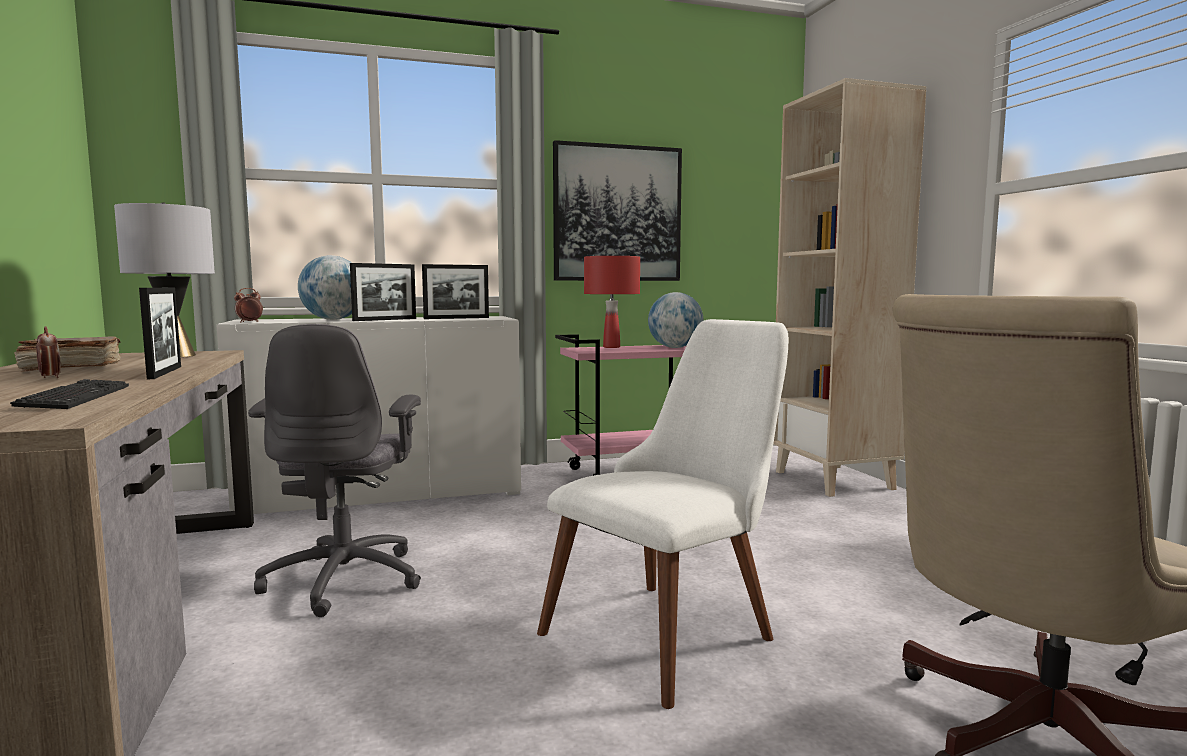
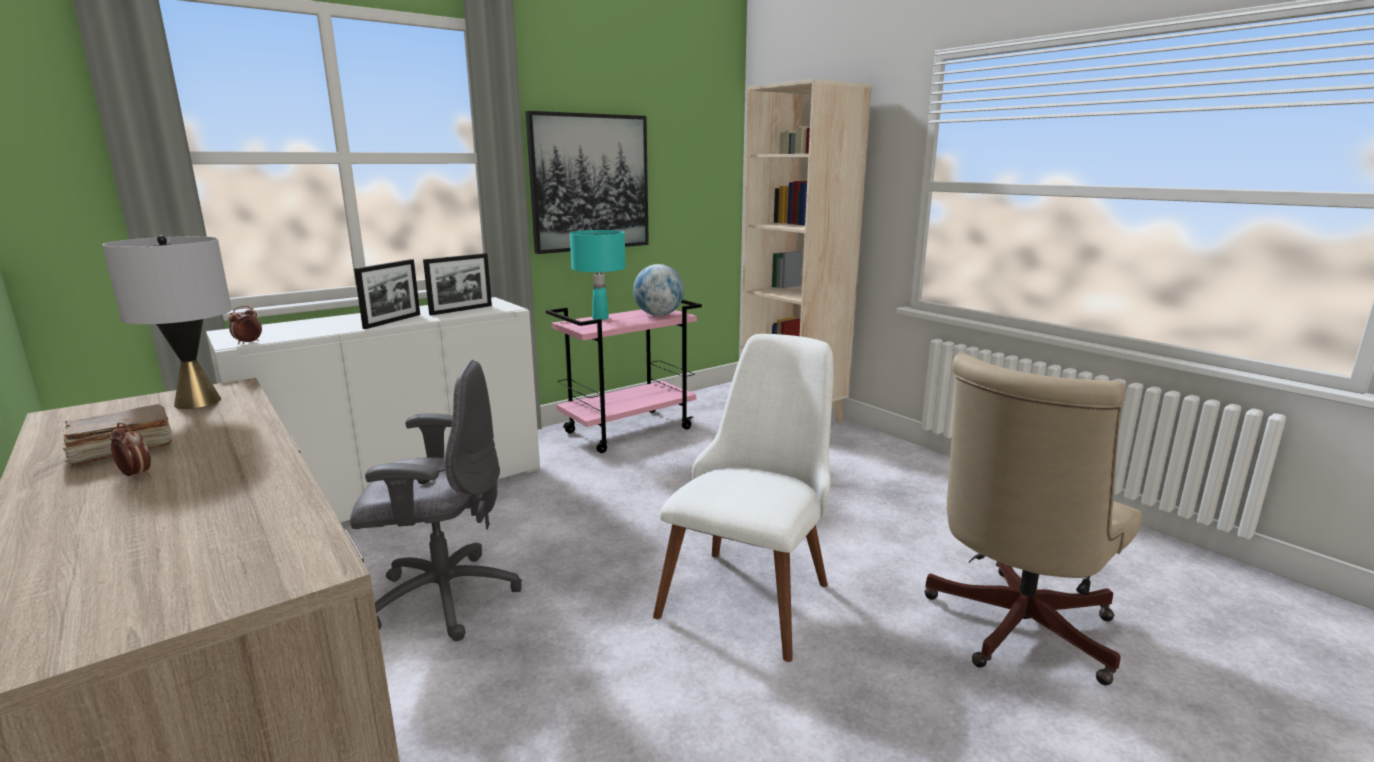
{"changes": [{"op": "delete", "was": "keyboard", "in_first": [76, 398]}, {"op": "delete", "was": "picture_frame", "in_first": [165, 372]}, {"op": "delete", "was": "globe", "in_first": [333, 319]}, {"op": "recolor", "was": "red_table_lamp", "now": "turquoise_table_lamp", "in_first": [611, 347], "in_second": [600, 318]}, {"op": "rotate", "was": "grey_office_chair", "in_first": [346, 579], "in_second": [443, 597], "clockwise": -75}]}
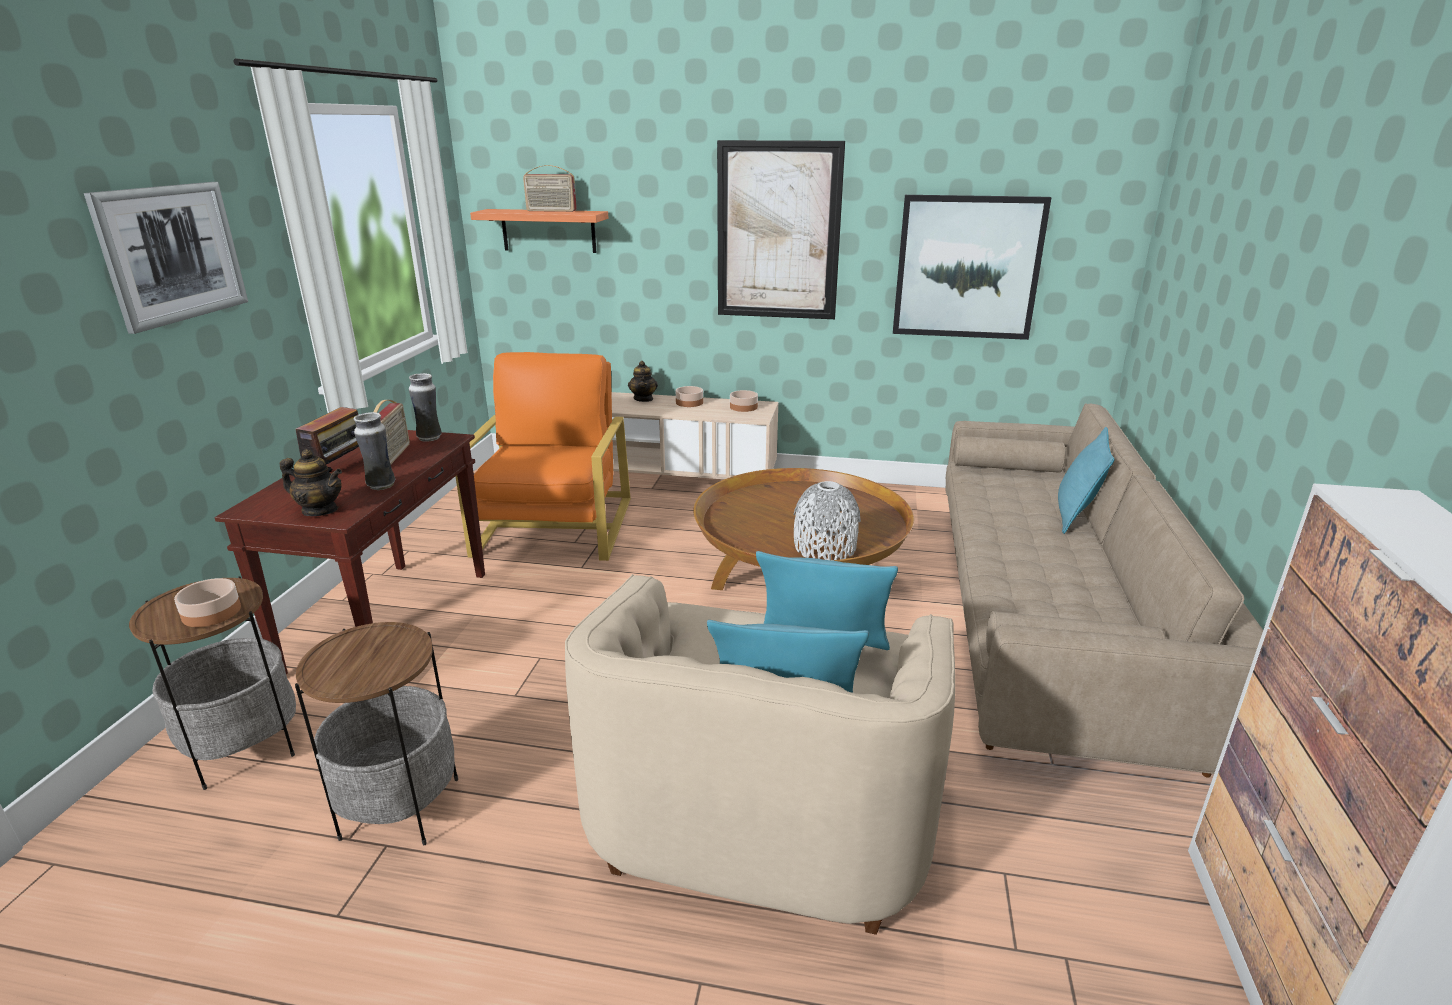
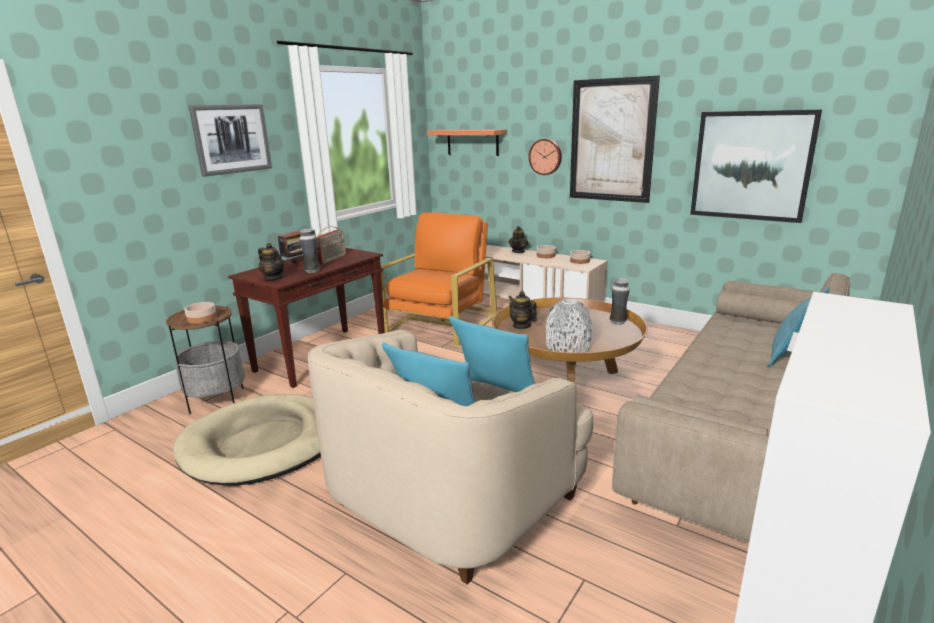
{"changes": [{"op": "delete", "was": "radio", "in_first": [551, 211]}, {"op": "insert", "now": "teapot", "in_second": [521, 326]}, {"op": "insert", "now": "wall_clock", "in_second": [545, 156]}, {"op": "move", "was": "vase", "in_first": [430, 438], "in_second": [618, 322]}, {"op": "replace", "was": "side_table", "now": "beige_dog_bed", "in_first": [400, 808], "in_second": [263, 444]}]}
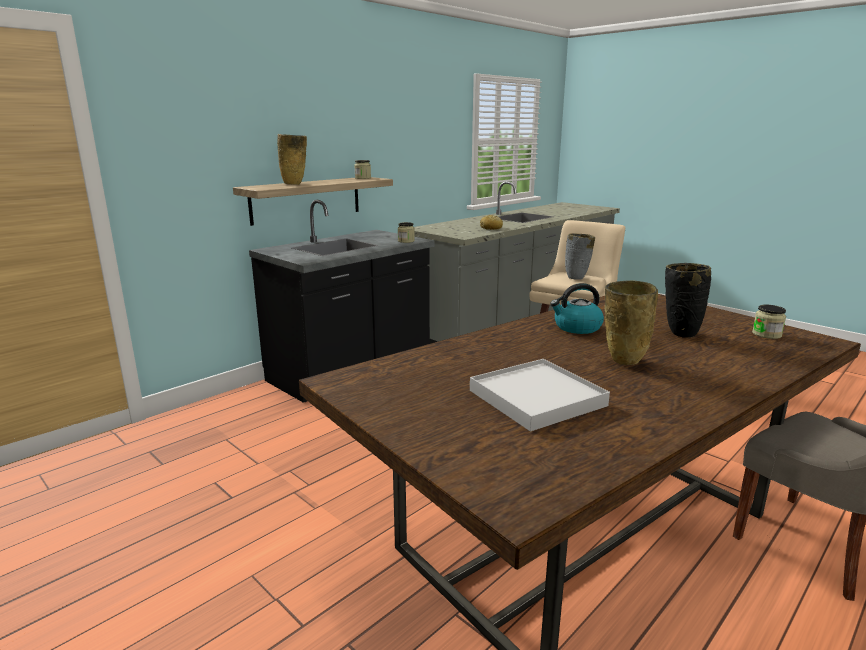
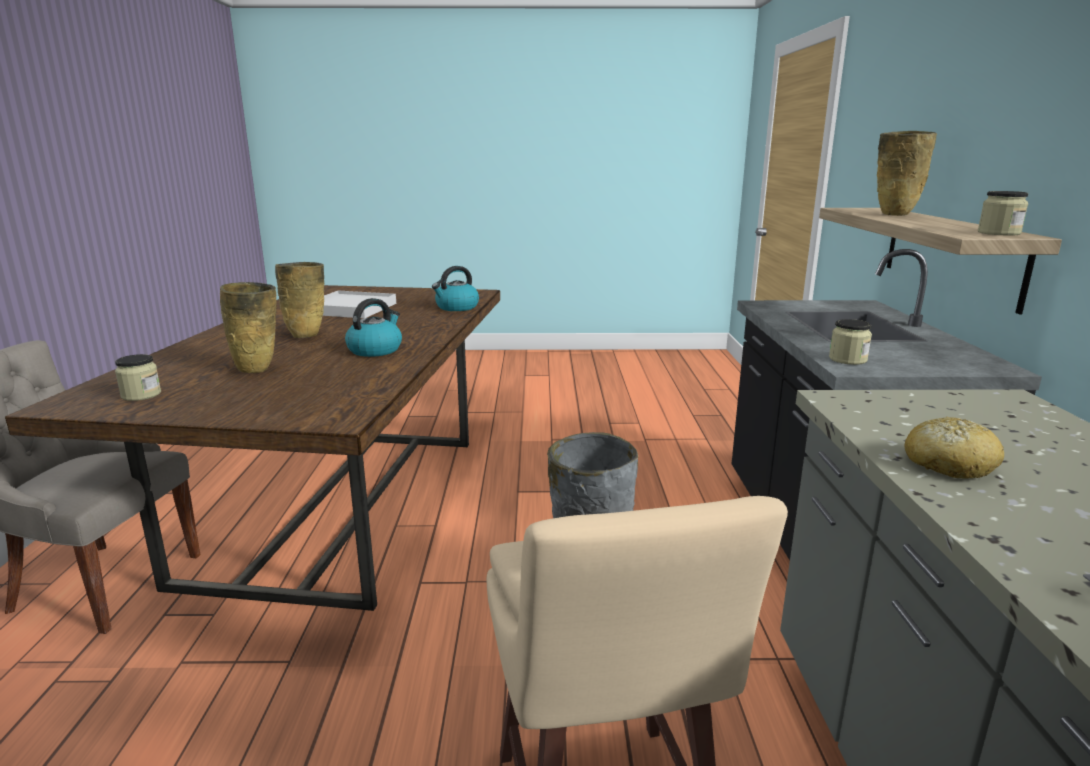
{"changes": [{"op": "insert", "now": "kettle", "in_second": [456, 307]}, {"op": "recolor", "was": "black_vase", "now": "beige_vase", "in_first": [680, 333], "in_second": [258, 370]}]}
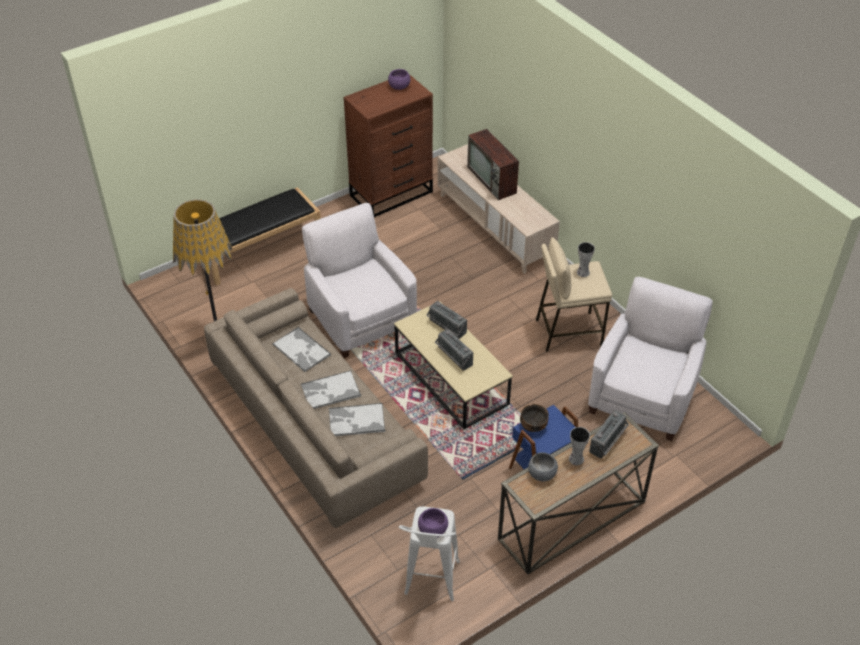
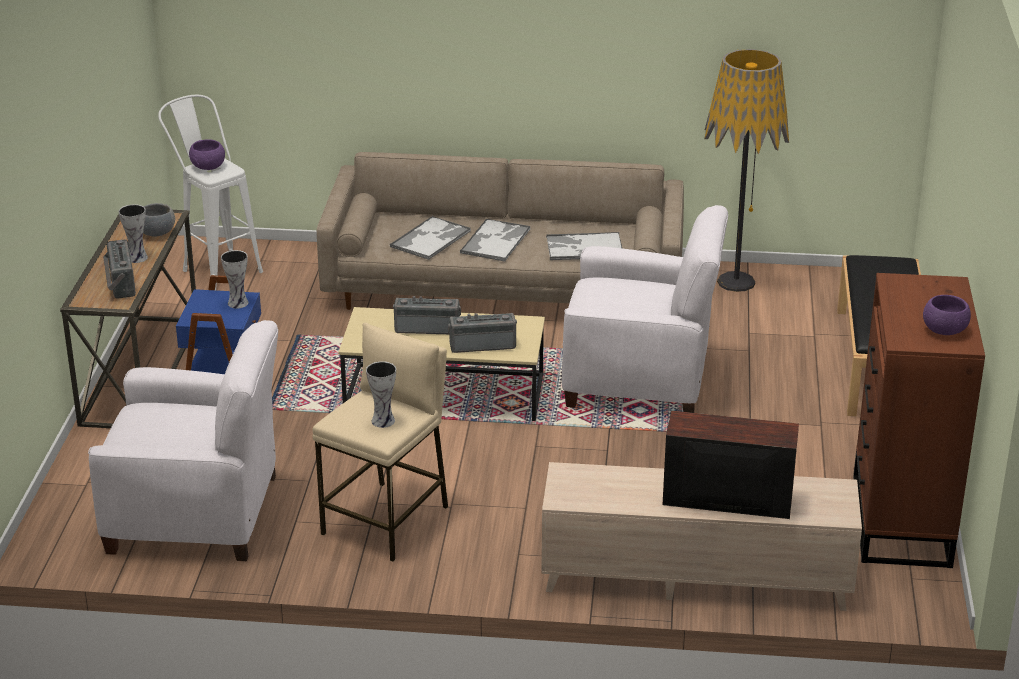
{"changes": [{"op": "replace", "was": "bowl", "now": "vase", "in_first": [533, 426], "in_second": [239, 303]}, {"op": "rotate", "was": "white_armchair", "in_first": [643, 397], "in_second": [196, 514], "clockwise": -60}]}
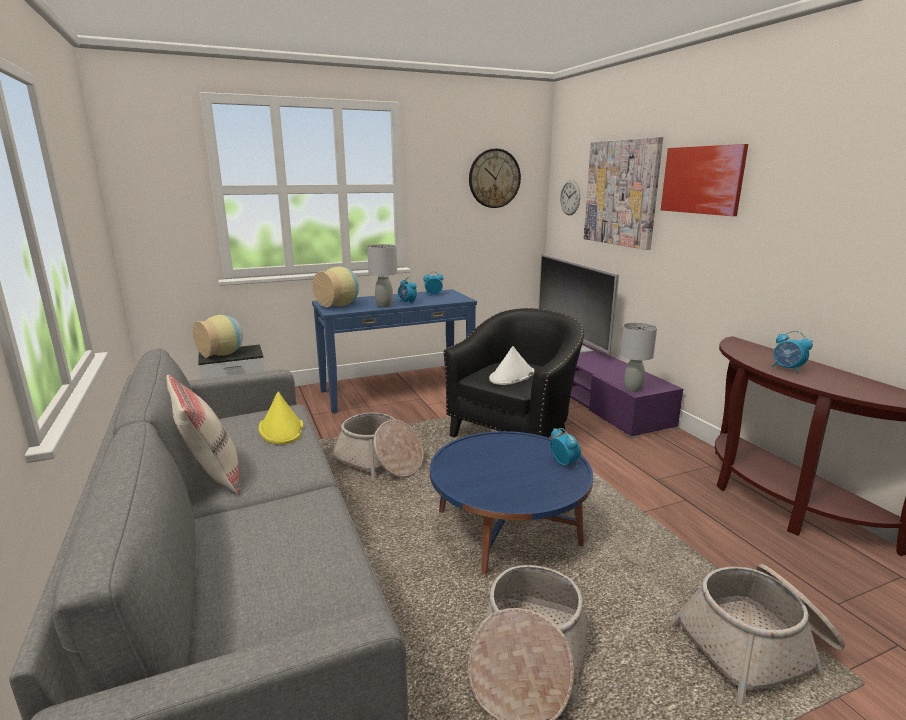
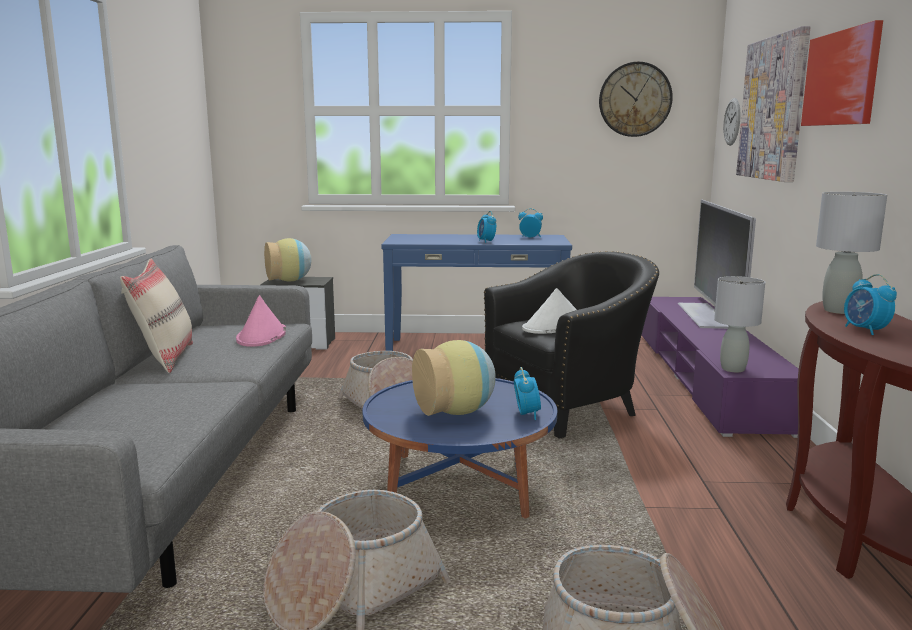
{"changes": [{"op": "move", "was": "vase", "in_first": [340, 305], "in_second": [457, 412]}, {"op": "move", "was": "grey_table_lamp", "in_first": [384, 305], "in_second": [839, 311]}, {"op": "recolor", "was": "yellow_hat", "now": "pink_hat", "in_first": [281, 429], "in_second": [261, 336]}]}
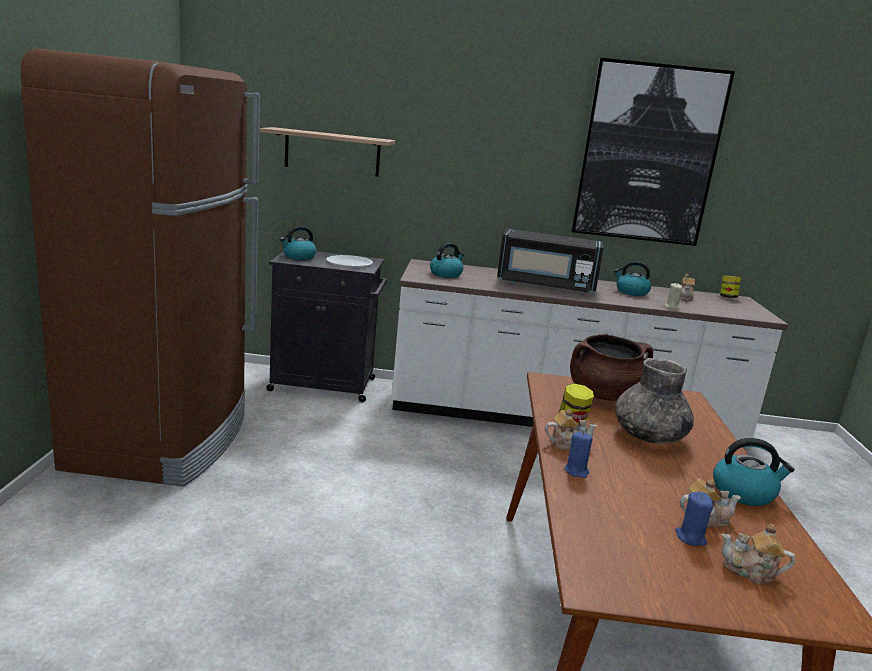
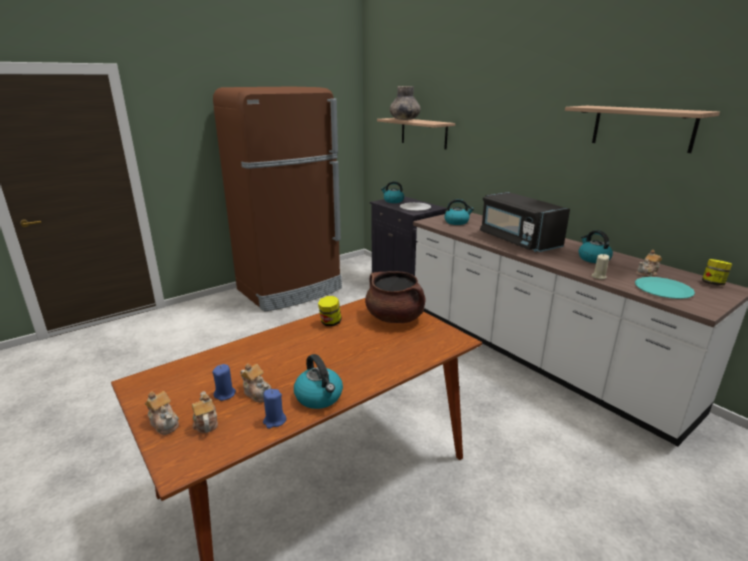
{"changes": [{"op": "insert", "now": "turquoise_plate", "in_second": [663, 289]}, {"op": "move", "was": "teapot", "in_first": [567, 444], "in_second": [164, 423]}, {"op": "move", "was": "blue_candle", "in_first": [576, 471], "in_second": [274, 421]}, {"op": "move", "was": "grey_vase", "in_first": [648, 436], "in_second": [404, 119]}, {"op": "replace", "was": "picture", "now": "shelf", "in_first": [648, 154], "in_second": [642, 128]}]}
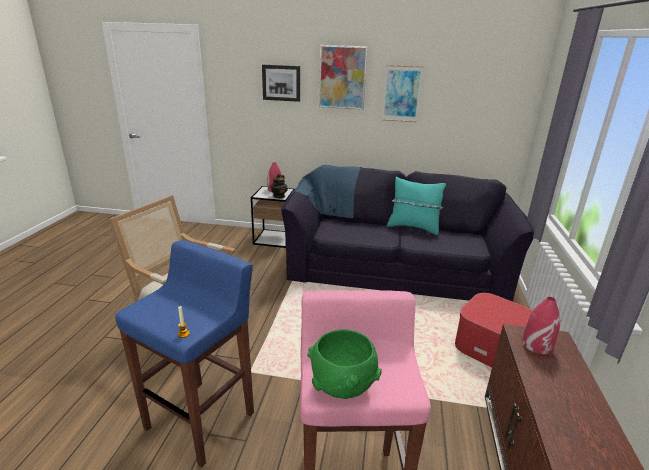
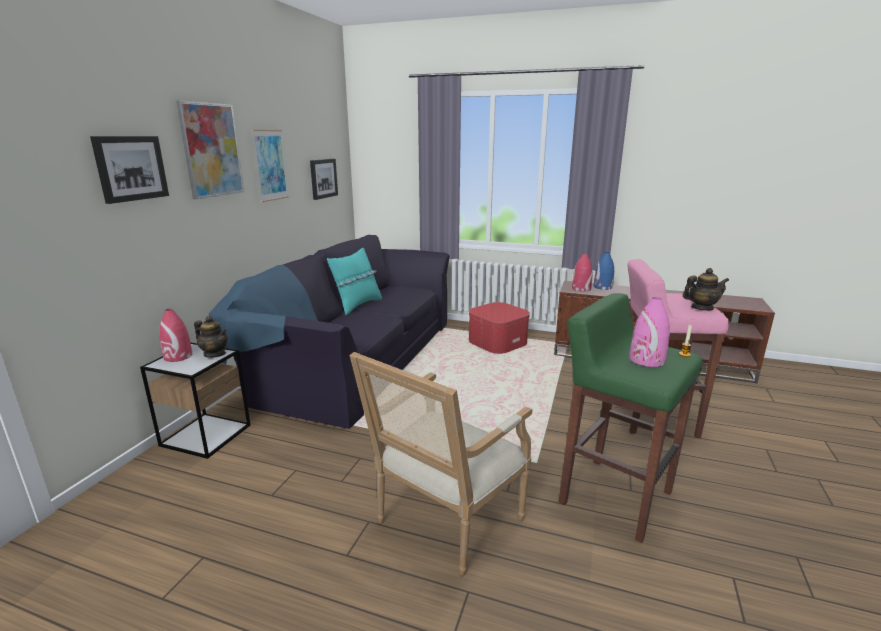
{"changes": [{"op": "insert", "now": "picture", "in_second": [323, 178]}, {"op": "insert", "now": "blue_vase", "in_second": [602, 287]}, {"op": "insert", "now": "pink_vase", "in_second": [647, 360]}, {"op": "replace", "was": "green_bowl", "now": "teapot", "in_first": [343, 386], "in_second": [701, 308]}, {"op": "recolor", "was": "blue_stool", "now": "green_stool", "in_first": [201, 420], "in_second": [613, 496]}]}
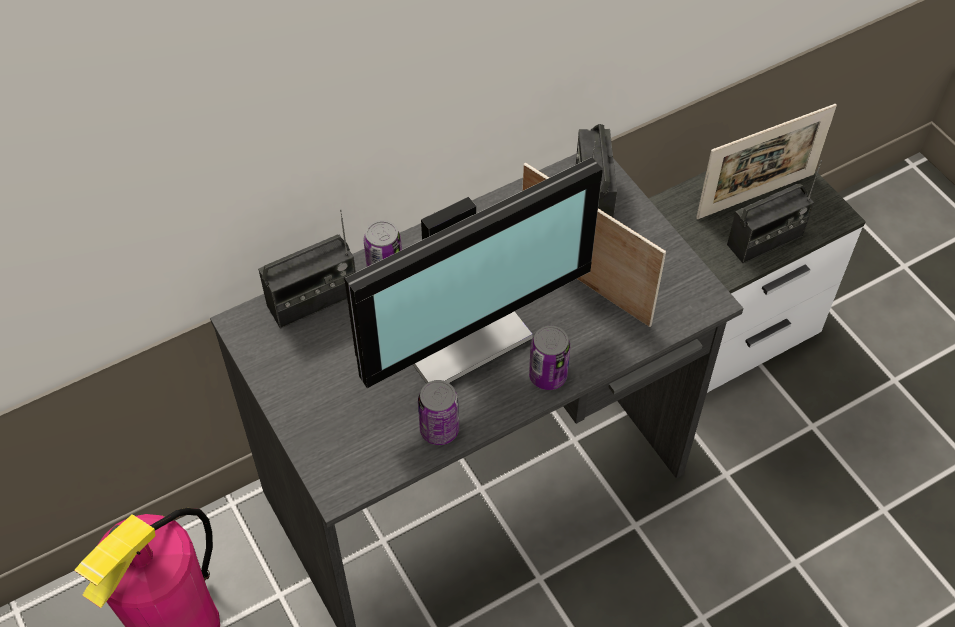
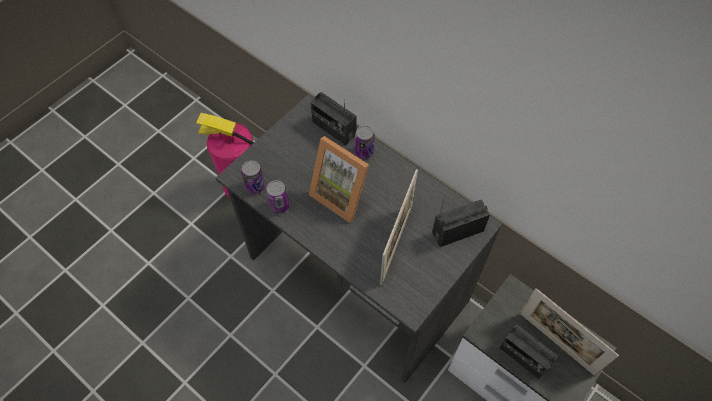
{"changes": [{"op": "move", "was": "can", "in_first": [548, 375], "in_second": [255, 186]}, {"op": "replace", "was": "monitor", "now": "picture_frame", "in_first": [457, 327], "in_second": [342, 194]}]}
